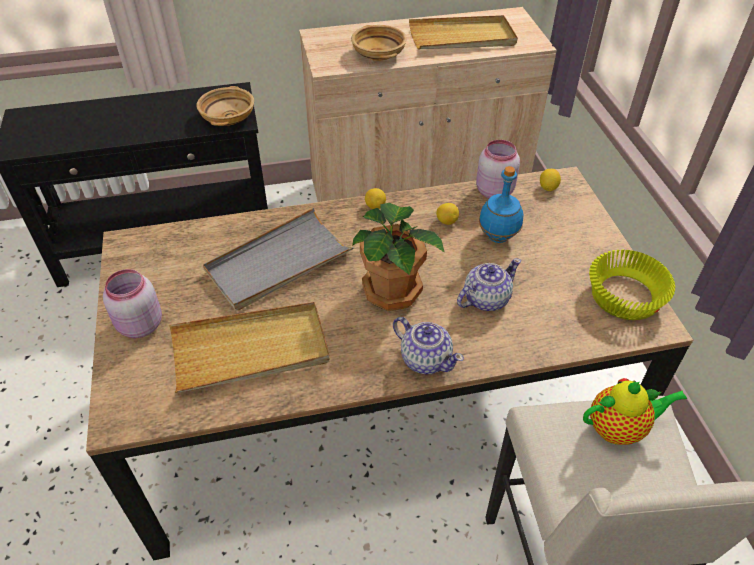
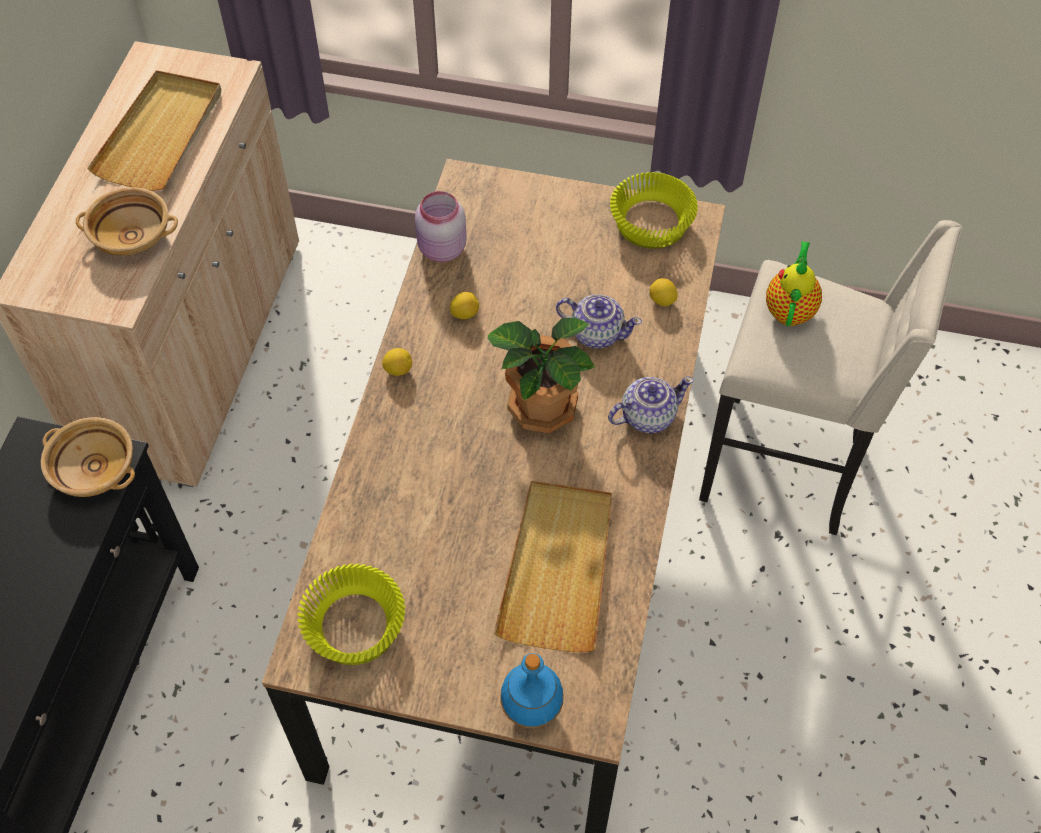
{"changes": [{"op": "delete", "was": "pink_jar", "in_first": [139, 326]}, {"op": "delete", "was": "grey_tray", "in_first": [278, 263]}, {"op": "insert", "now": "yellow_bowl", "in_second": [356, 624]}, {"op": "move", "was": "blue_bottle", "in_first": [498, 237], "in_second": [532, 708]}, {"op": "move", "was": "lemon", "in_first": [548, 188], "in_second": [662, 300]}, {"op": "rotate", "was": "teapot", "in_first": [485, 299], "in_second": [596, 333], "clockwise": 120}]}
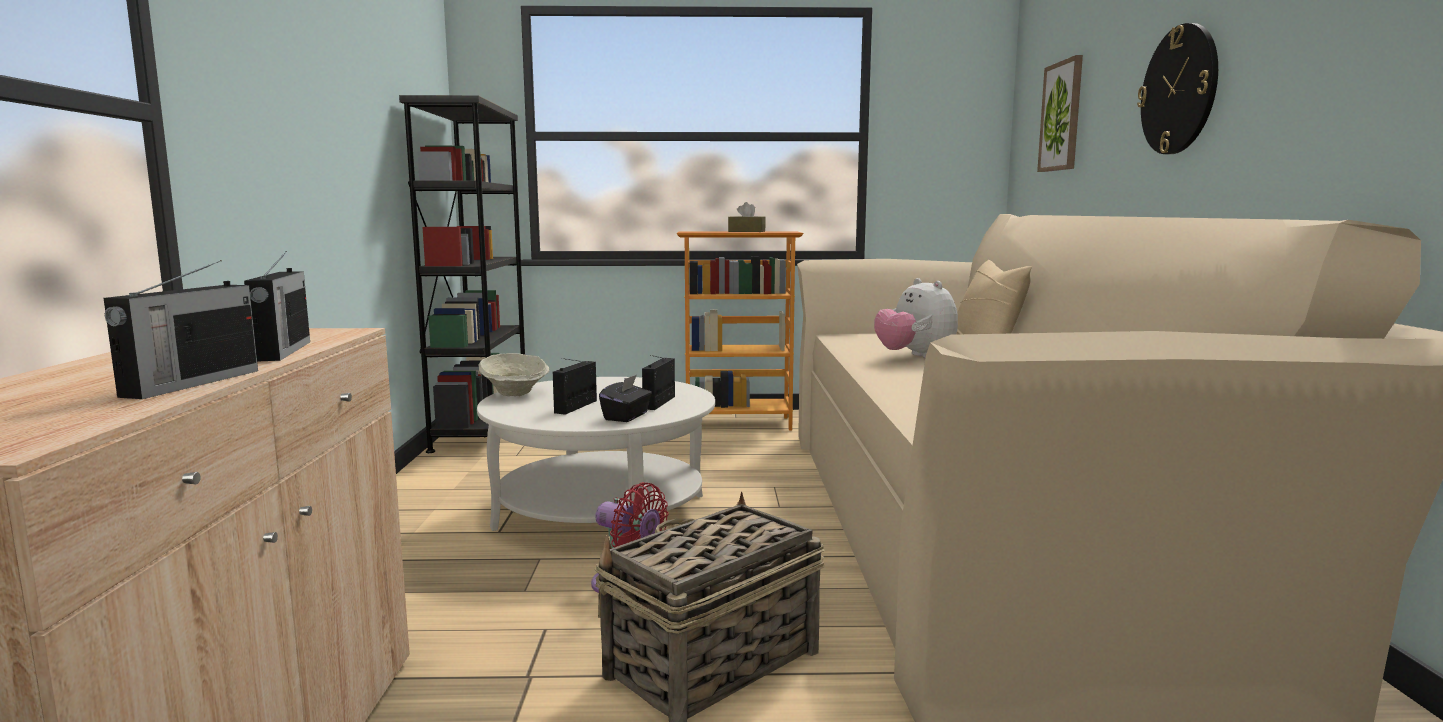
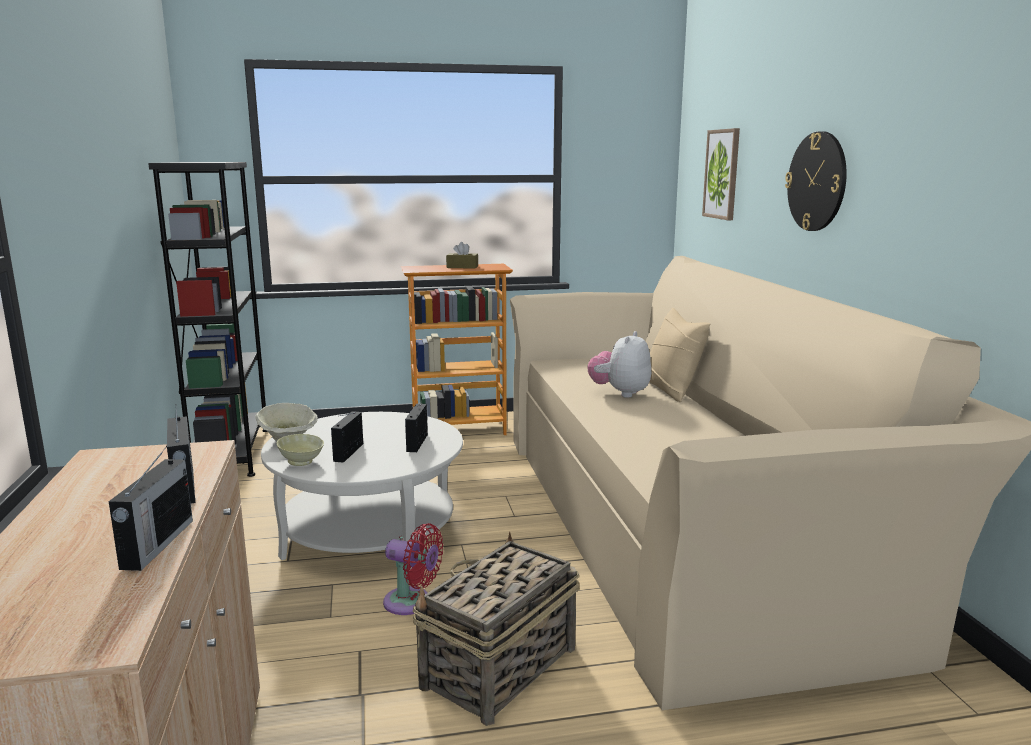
{"changes": [{"op": "delete", "was": "black_tissue_box", "in_first": [626, 416]}, {"op": "insert", "now": "beige_bowl", "in_second": [301, 462]}, {"op": "rotate", "was": "plush_toy", "in_first": [914, 357], "in_second": [620, 393], "clockwise": 60}]}
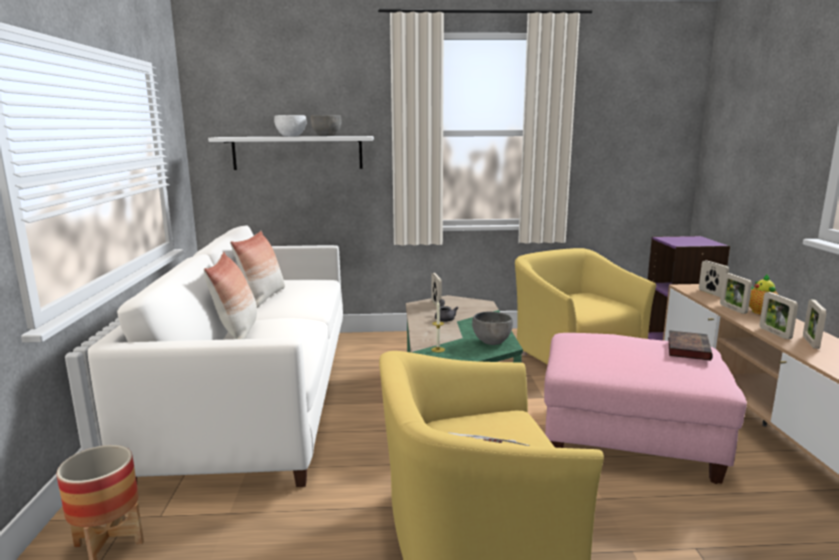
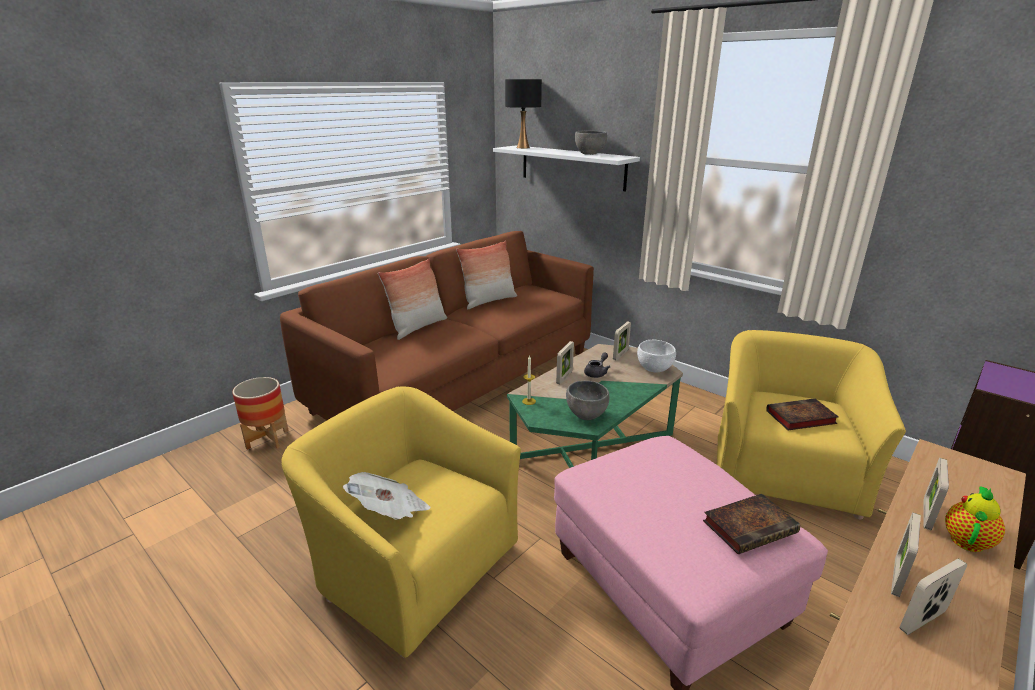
{"changes": [{"op": "insert", "now": "black_table_lamp", "in_second": [523, 147]}, {"op": "insert", "now": "book", "in_second": [799, 418]}, {"op": "move", "was": "white_bowl", "in_first": [290, 136], "in_second": [654, 369]}, {"op": "move", "was": "picture_frame", "in_first": [711, 293], "in_second": [564, 377]}, {"op": "recolor", "was": "white_sofa", "now": "brown_sofa", "in_first": [259, 394], "in_second": [459, 380]}]}
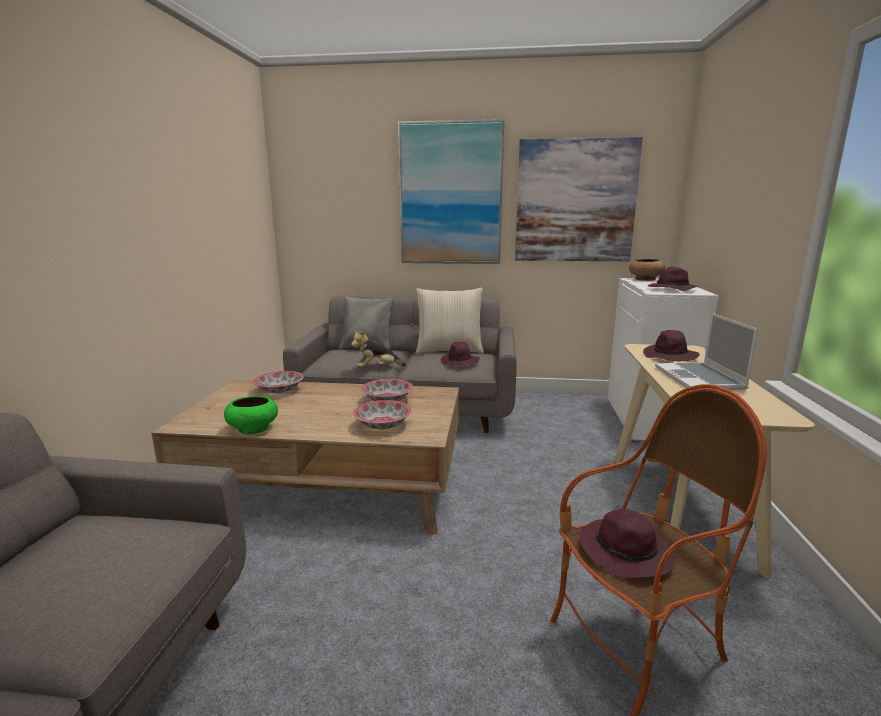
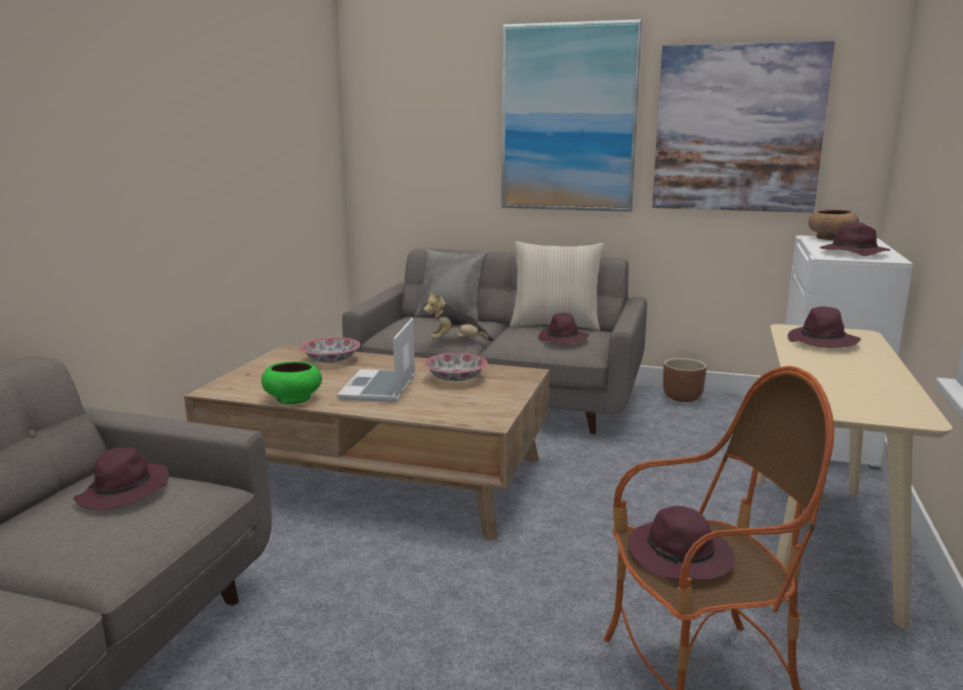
{"changes": [{"op": "delete", "was": "bowl", "in_first": [382, 425]}, {"op": "insert", "now": "purple_hat", "in_second": [124, 493]}, {"op": "insert", "now": "brown_planter", "in_second": [682, 398]}, {"op": "move", "was": "laptop", "in_first": [700, 379], "in_second": [379, 388]}]}
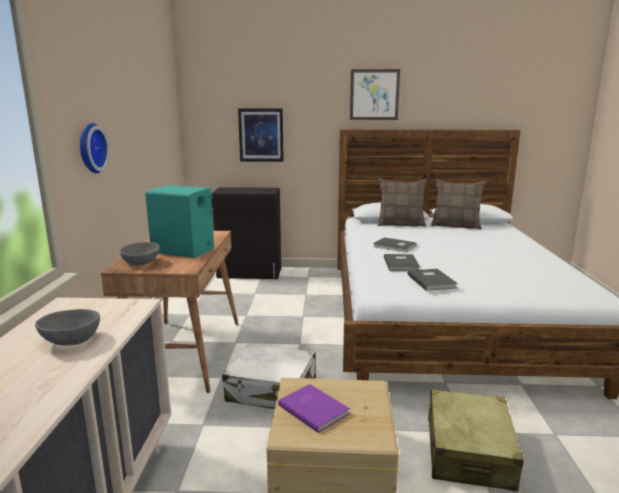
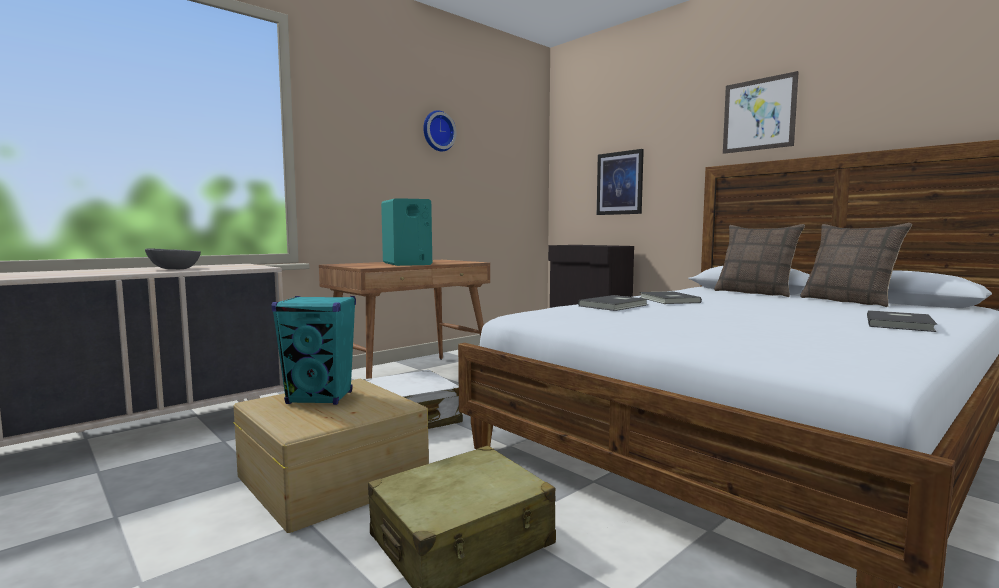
{"changes": [{"op": "delete", "was": "grey_bowl", "in_first": [141, 263]}, {"op": "move", "was": "wall_clock", "in_first": [90, 148], "in_second": [437, 131]}, {"op": "move", "was": "grey_book", "in_first": [432, 281], "in_second": [901, 324]}, {"op": "replace", "was": "purple_book", "now": "turquoise_speaker", "in_first": [314, 408], "in_second": [320, 398]}]}
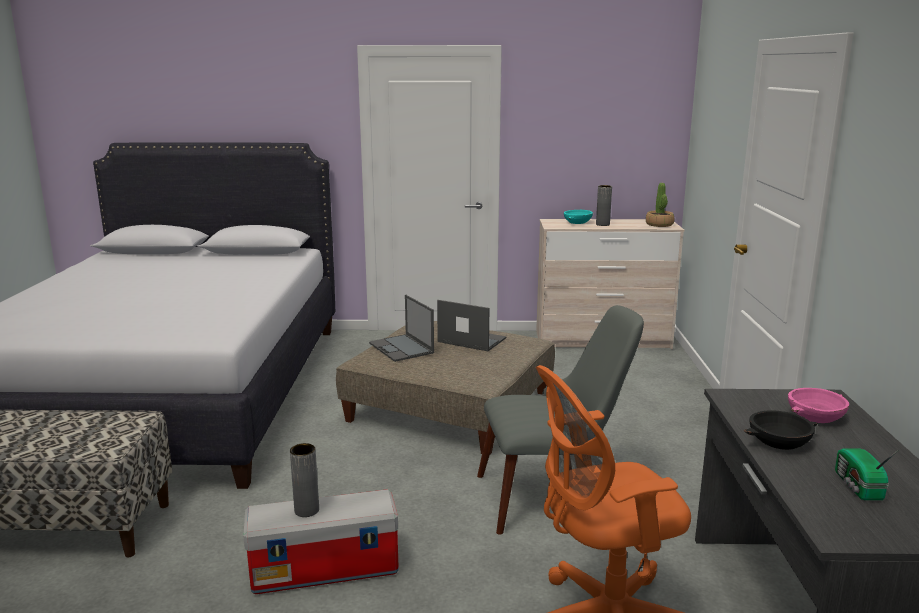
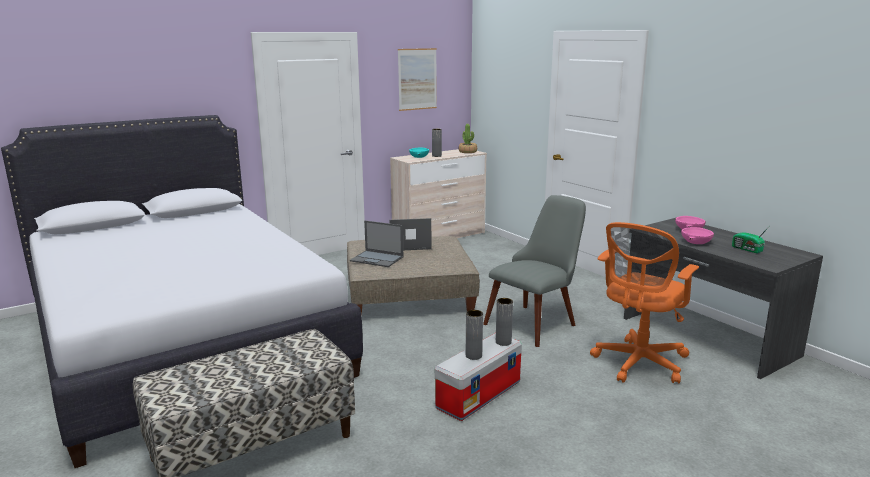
{"changes": [{"op": "insert", "now": "picture", "in_second": [417, 79]}, {"op": "insert", "now": "grey_vase", "in_second": [503, 342]}, {"op": "recolor", "was": "black_bowl", "now": "pink_bowl", "in_first": [778, 442], "in_second": [695, 242]}]}
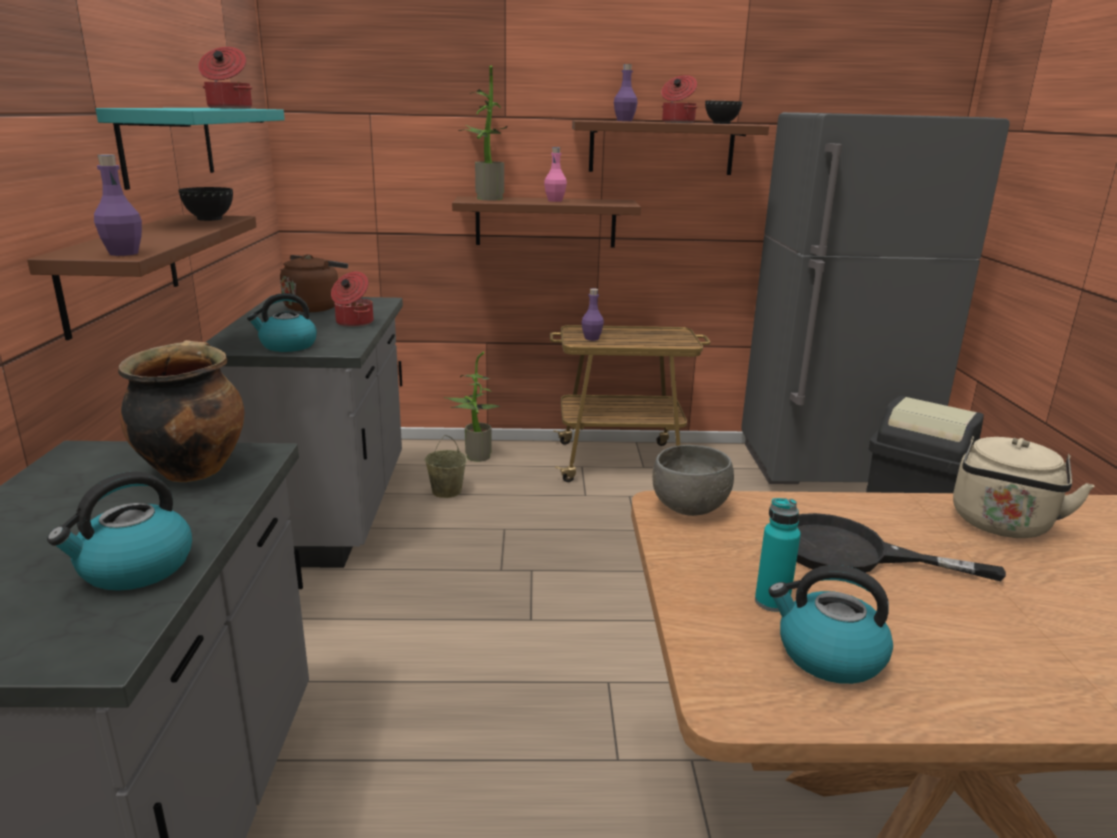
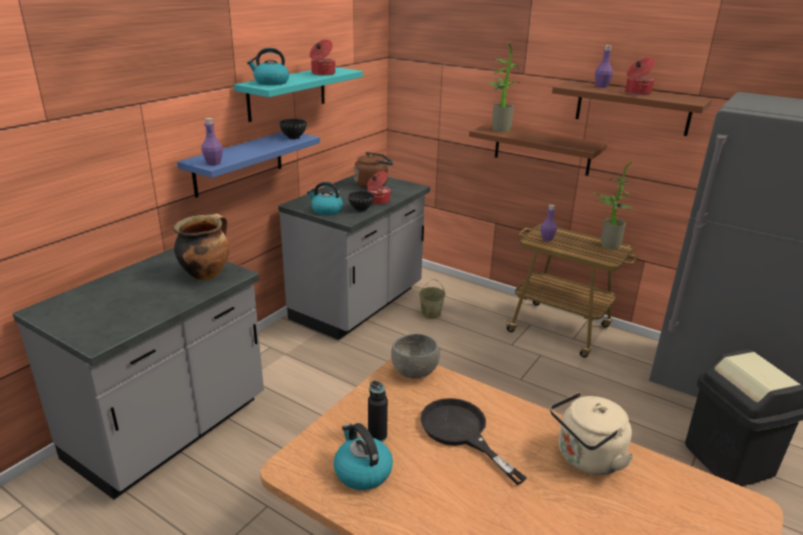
{"changes": [{"op": "delete", "was": "pink_bottle", "in_first": [555, 201]}, {"op": "move", "was": "kettle", "in_first": [135, 568], "in_second": [271, 82]}, {"op": "move", "was": "potted_plant", "in_first": [474, 457], "in_second": [607, 245]}, {"op": "move", "was": "black_bowl", "in_first": [722, 123], "in_second": [361, 209]}, {"op": "recolor", "was": "brown_shelf", "now": "blue_shelf", "in_first": [121, 271], "in_second": [238, 163]}, {"op": "recolor", "was": "turquoise_bottle", "now": "black_bottle", "in_first": [772, 602], "in_second": [377, 436]}]}
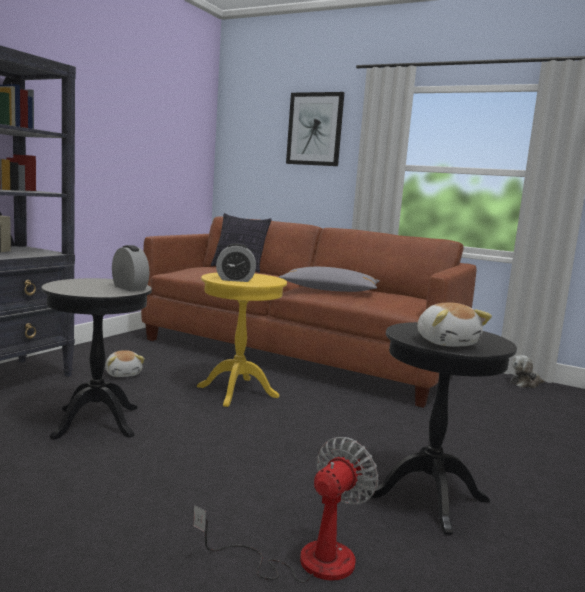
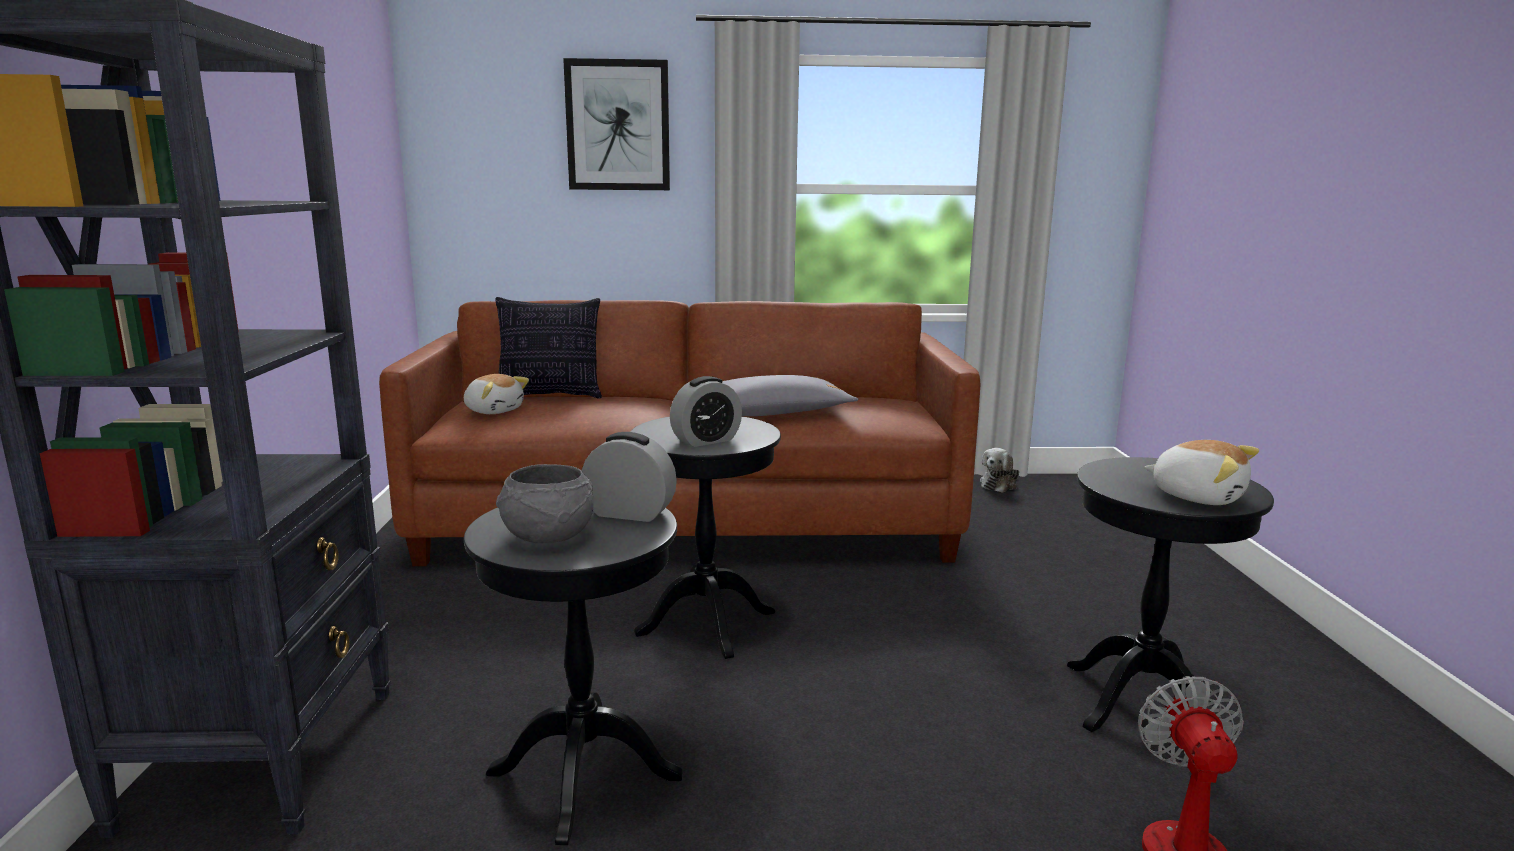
{"changes": [{"op": "insert", "now": "grey_bowl", "in_second": [547, 536]}, {"op": "move", "was": "plush_toy", "in_first": [124, 374], "in_second": [494, 410]}, {"op": "recolor", "was": "yellow_side_table", "now": "black_side_table", "in_first": [237, 391], "in_second": [706, 623]}]}
